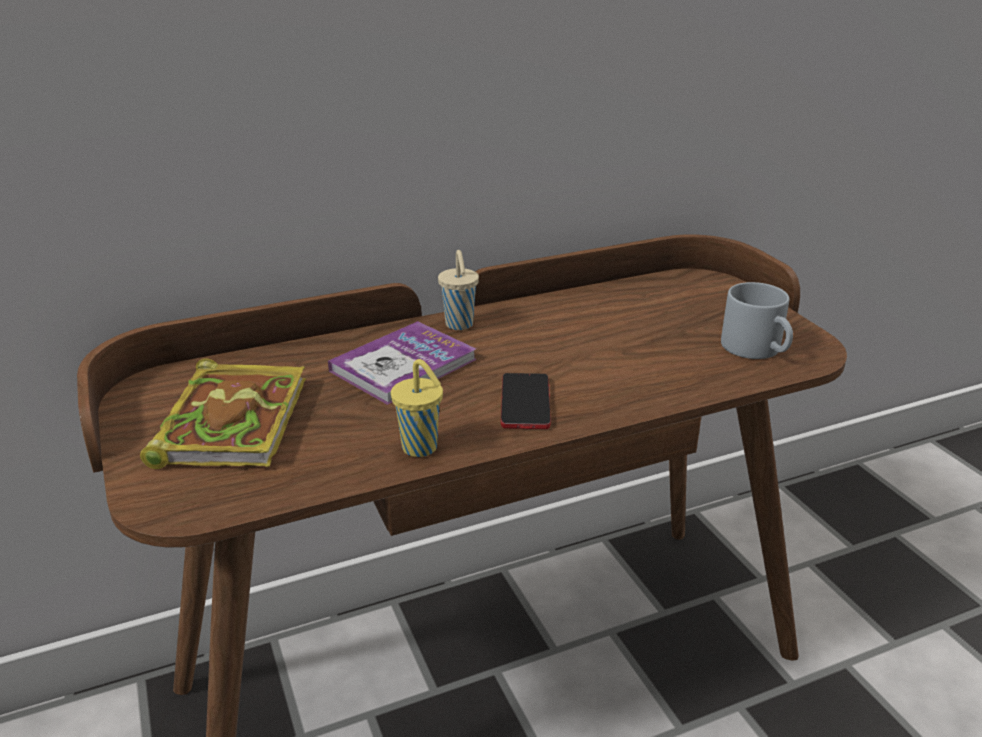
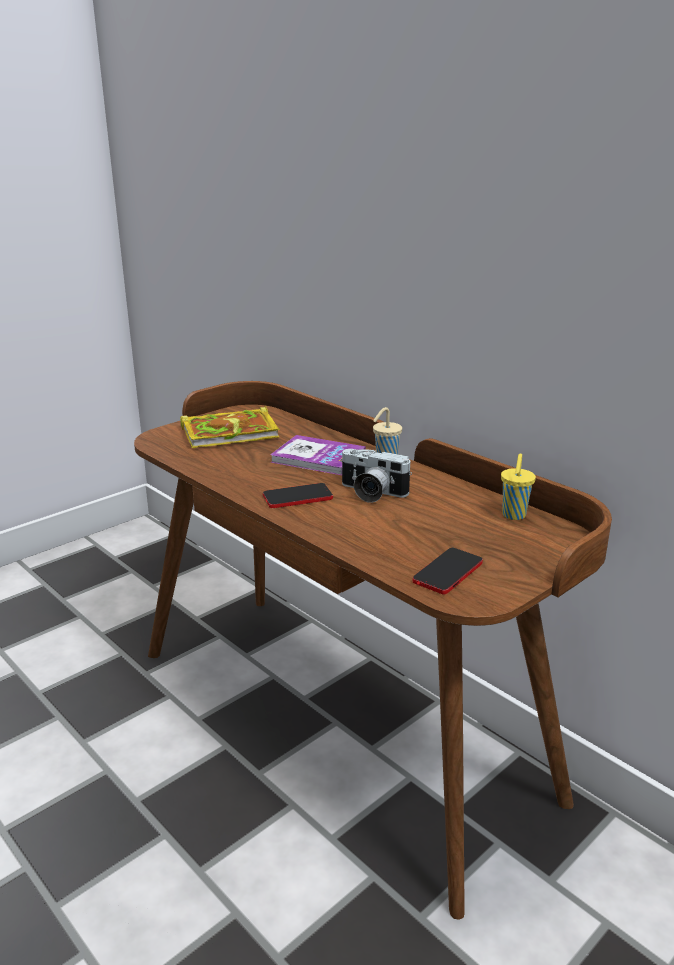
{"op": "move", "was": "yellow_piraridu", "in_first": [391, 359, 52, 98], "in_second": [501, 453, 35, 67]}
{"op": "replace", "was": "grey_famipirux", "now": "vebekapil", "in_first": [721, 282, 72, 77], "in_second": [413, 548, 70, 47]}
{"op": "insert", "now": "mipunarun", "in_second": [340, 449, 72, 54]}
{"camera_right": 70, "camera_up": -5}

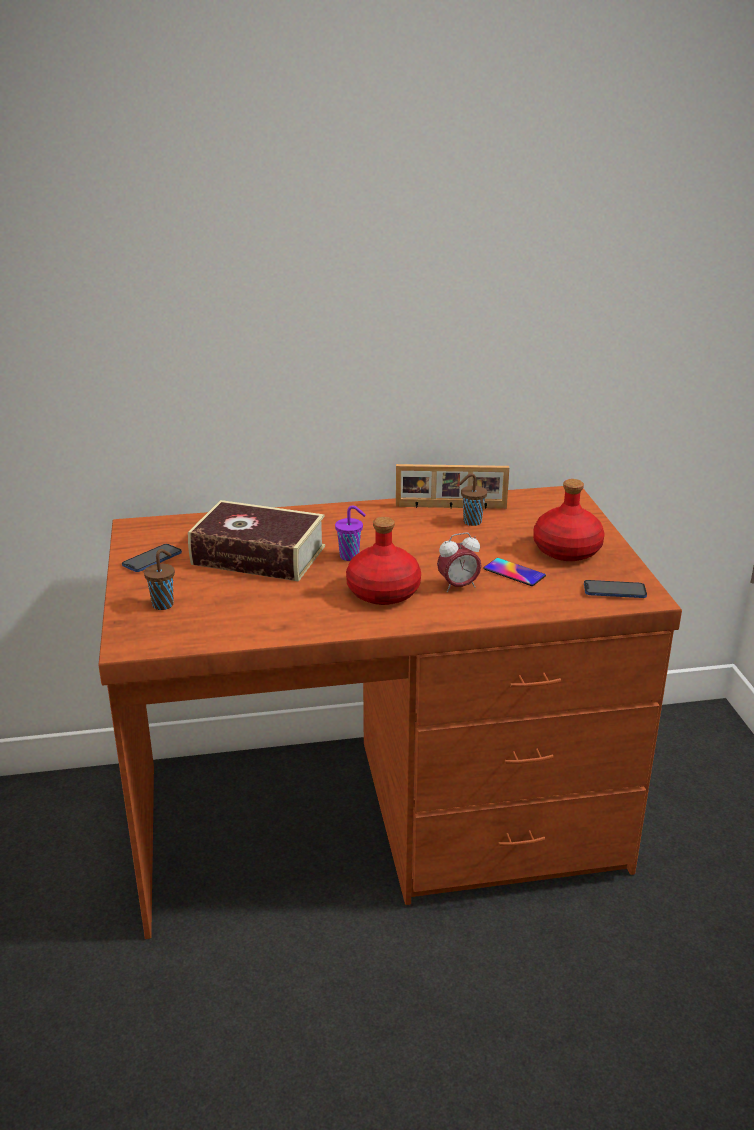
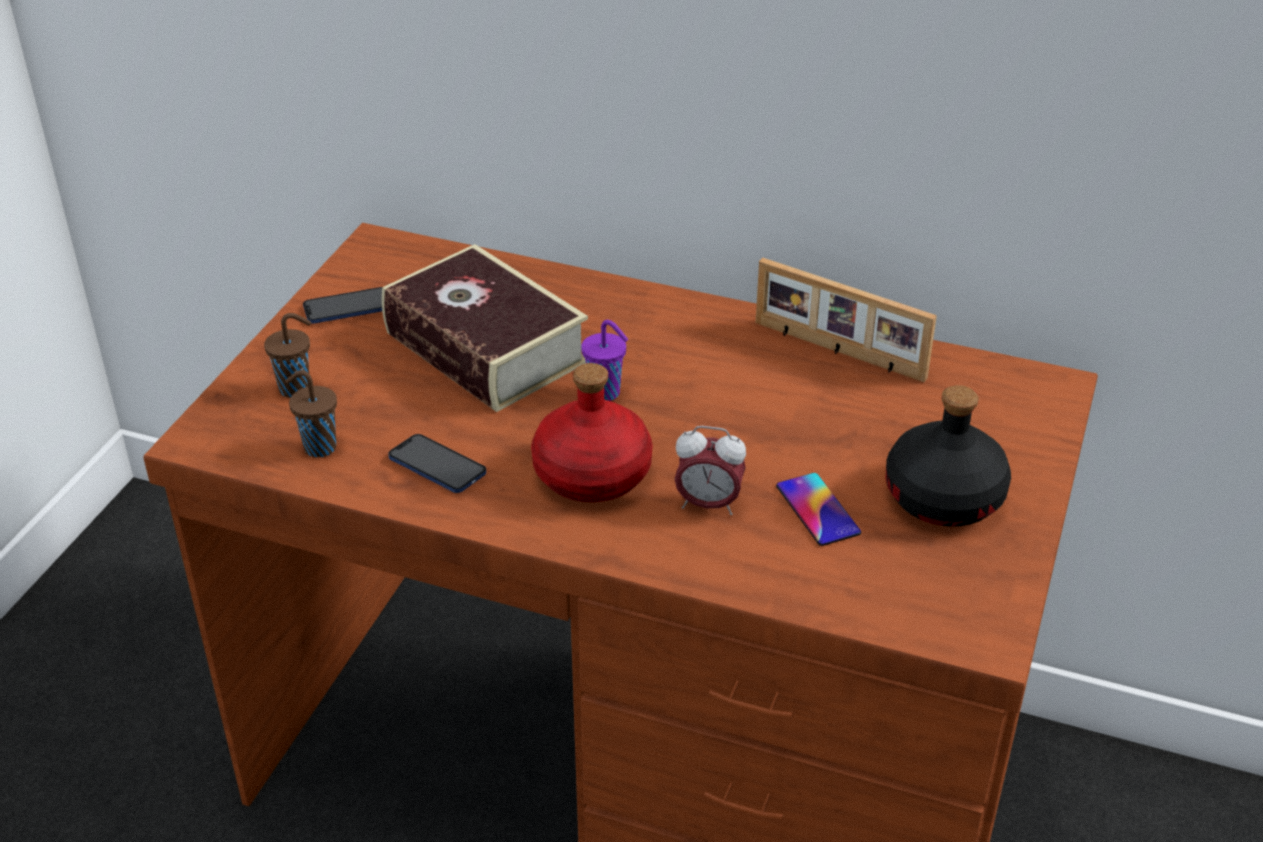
{"op": "move", "was": "brown_piraridu", "in_first": [459, 473, 28, 53], "in_second": [286, 370, 51, 87]}
{"op": "recolor", "was": "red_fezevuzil", "now": "black_fezevuzil", "in_first": [533, 479, 71, 82], "in_second": [886, 385, 125, 141]}
{"op": "move", "was": "vebekapil", "in_first": [584, 580, 63, 18], "in_second": [388, 434, 98, 59]}
{"camera_right": 30, "camera_up": 10}

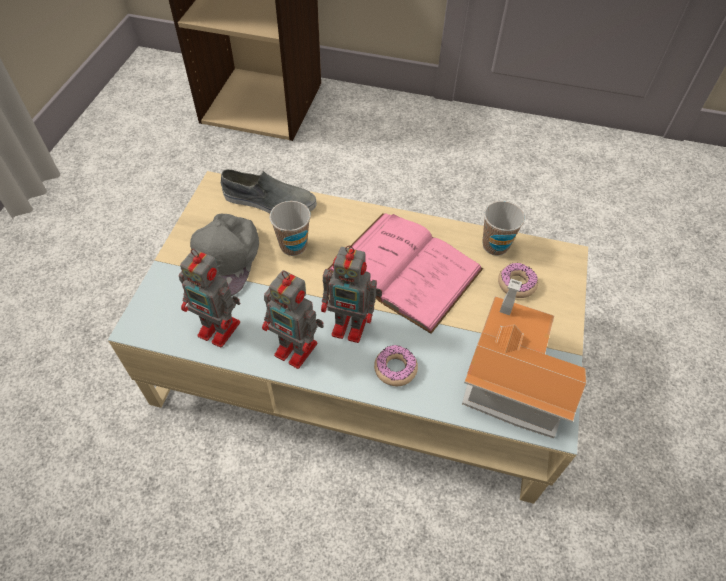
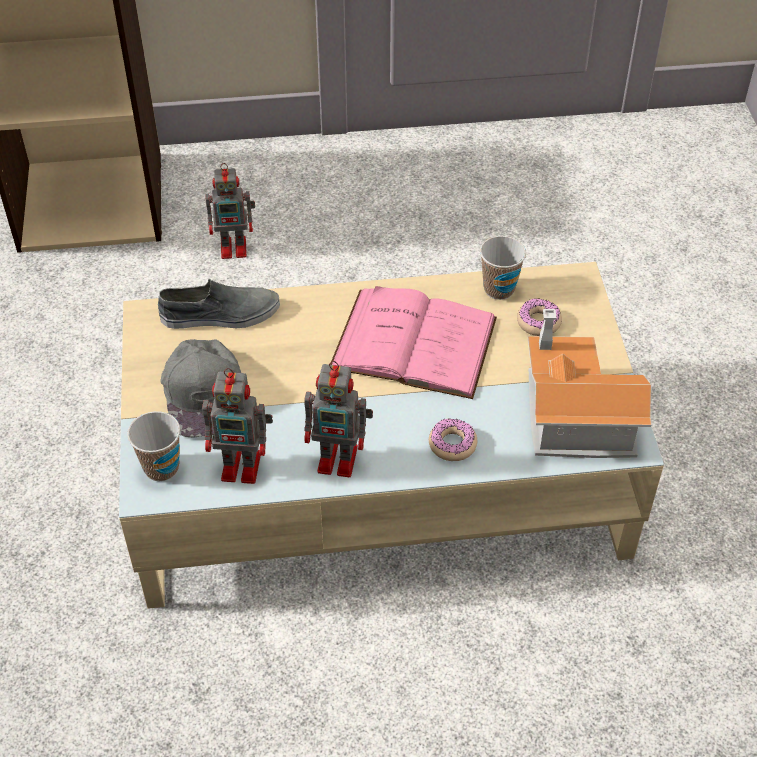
{"op": "move", "was": "piraridu", "in_first": [270, 201, 41, 55], "in_second": [127, 411, 53, 70]}
{"op": "move", "was": "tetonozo", "in_first": [321, 245, 61, 98], "in_second": [205, 163, 50, 96]}
{"camera_right": -20, "camera_up": -5}

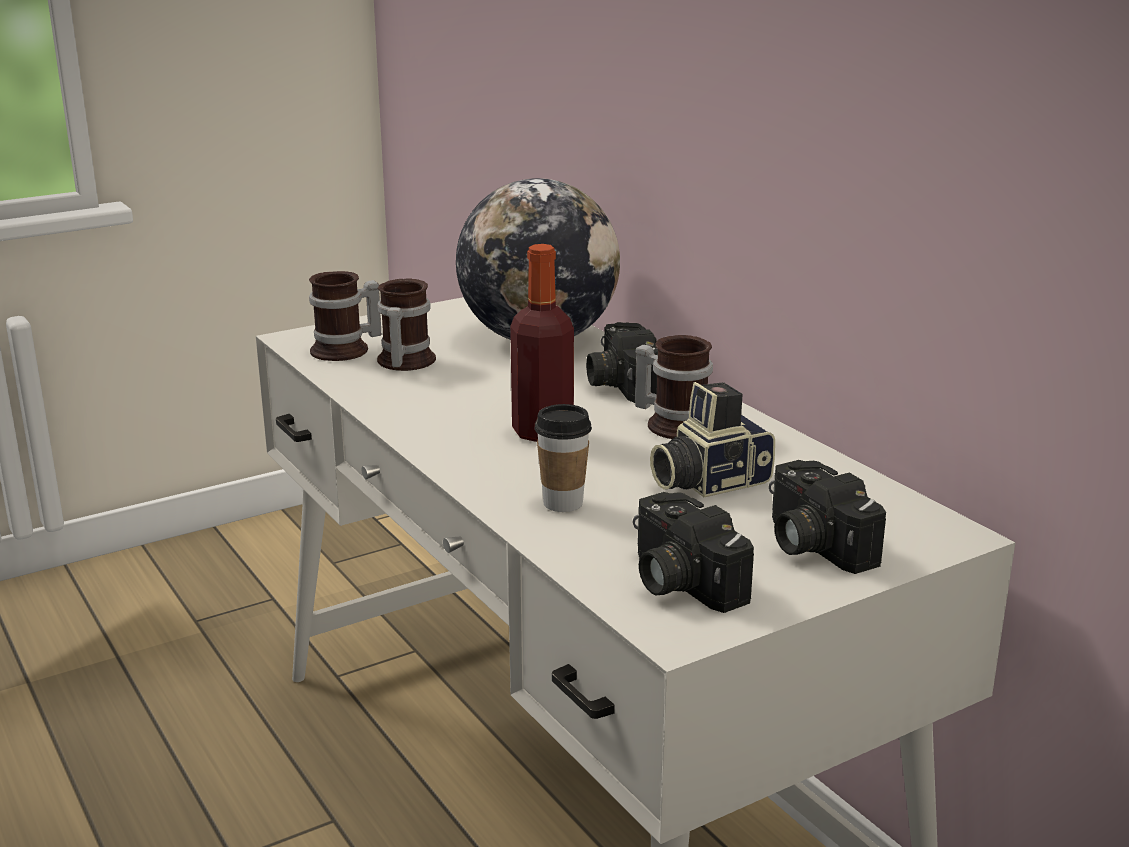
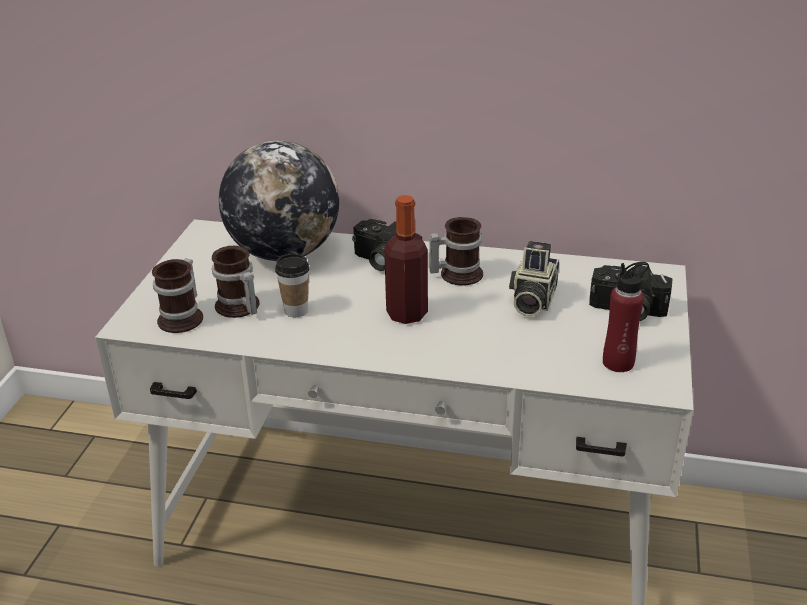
{"op": "move", "was": "piraridu", "in_first": [534, 404, 58, 108], "in_second": [275, 253, 35, 64]}
{"op": "replace", "was": "mipunarun", "now": "red_fezevuzil", "in_first": [633, 492, 121, 121], "in_second": [603, 262, 46, 110]}
{"camera_right": -45, "camera_up": 10}

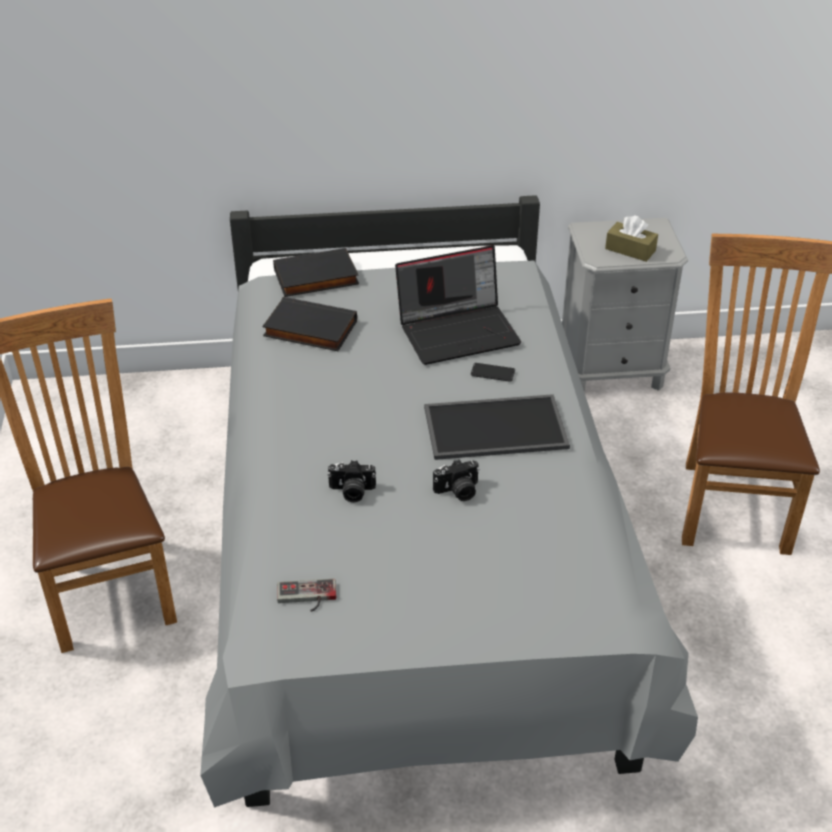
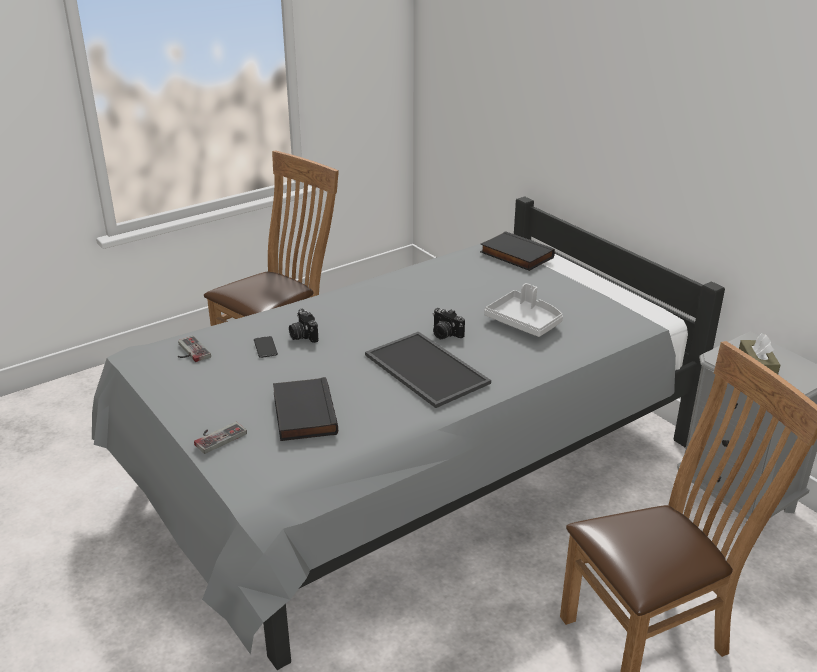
{"op": "move", "was": "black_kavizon", "in_first": [262, 297, 95, 54], "in_second": [273, 377, 65, 64]}
{"op": "replace", "was": "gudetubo", "now": "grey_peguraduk", "in_first": [395, 245, 126, 120], "in_second": [484, 283, 79, 54]}
{"op": "move", "was": "mipunarun", "in_first": [433, 459, 47, 42], "in_second": [433, 308, 32, 31]}
{"op": "move", "was": "vebekapil", "in_first": [471, 363, 44, 19], "in_second": [254, 336, 24, 22]}
{"op": "insert", "now": "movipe", "in_second": [194, 422, 53, 32]}
{"camera_right": 60, "camera_up": -10}

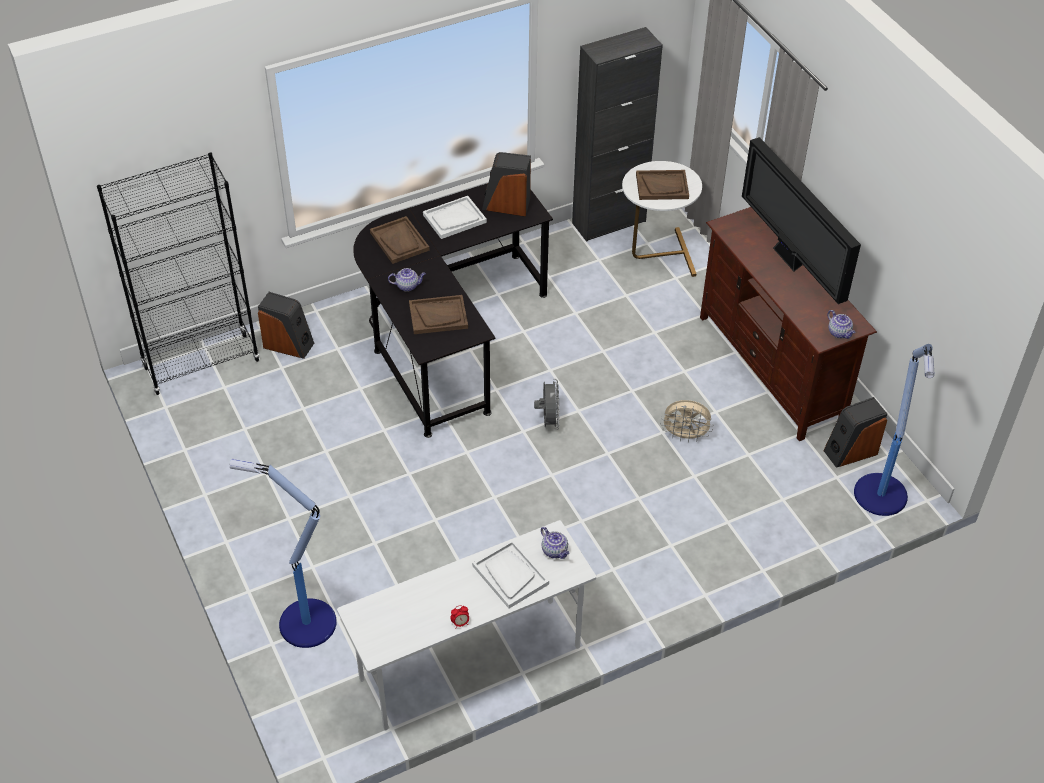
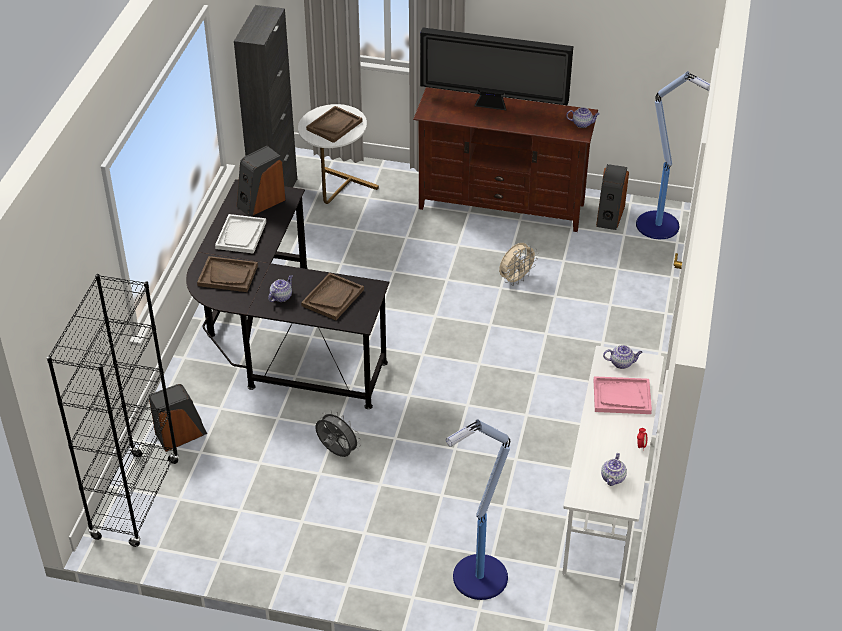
{"op": "recolor", "was": "white_peguraduk", "now": "pink_peguraduk", "in_first": [472, 540, 77, 68], "in_second": [594, 376, 58, 38]}
{"op": "move", "was": "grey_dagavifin", "in_first": [534, 379, 26, 51], "in_second": [315, 410, 46, 47]}
{"op": "insert", "now": "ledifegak", "in_second": [601, 453, 26, 33]}
{"camera_right": -50, "camera_up": -5}

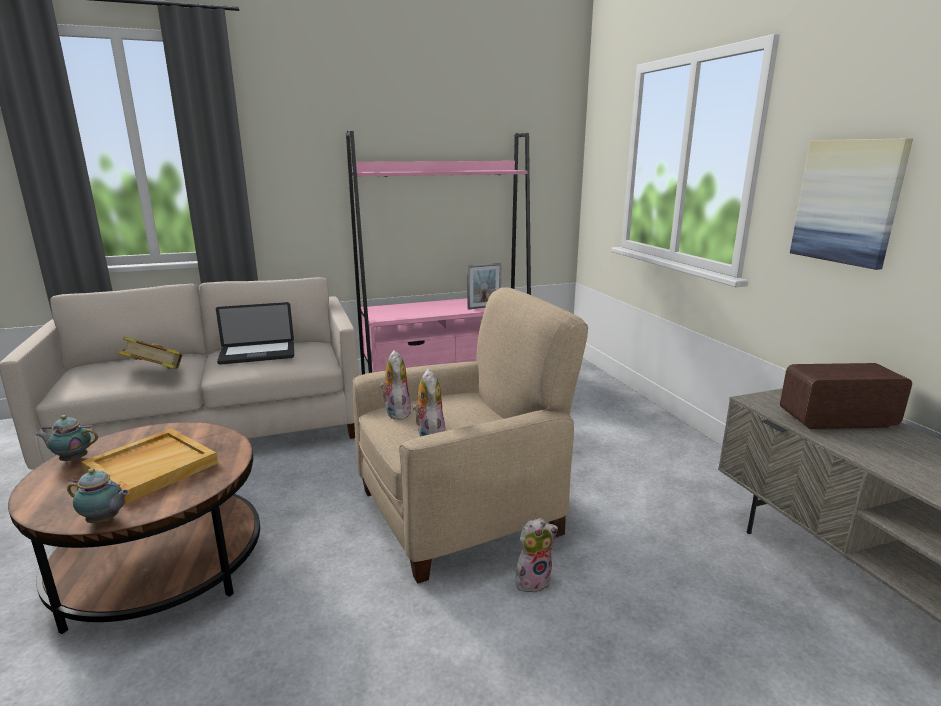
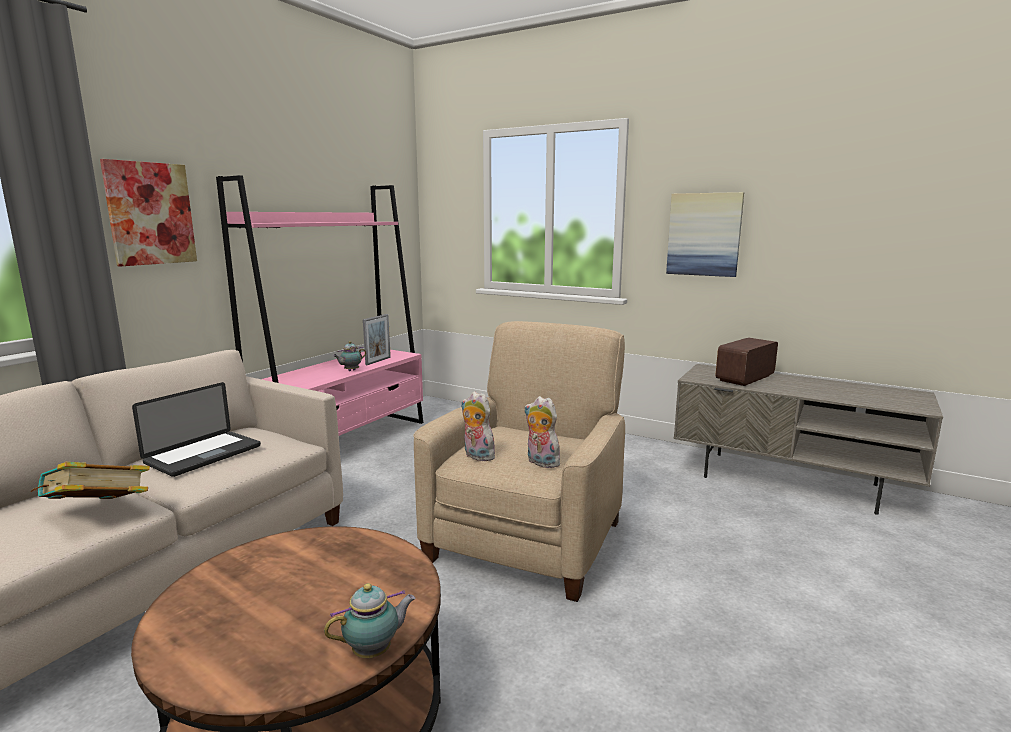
{"op": "move", "was": "ledifegak", "in_first": [36, 415, 62, 46], "in_second": [333, 341, 33, 30]}
{"op": "delete", "was": "beige_peguraduk", "in_first": [81, 429, 137, 75]}
{"op": "delete", "was": "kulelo", "in_first": [516, 518, 42, 74]}
{"op": "insert", "now": "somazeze", "in_second": [100, 159, 97, 108]}
{"camera_right": -40, "camera_up": -5}

